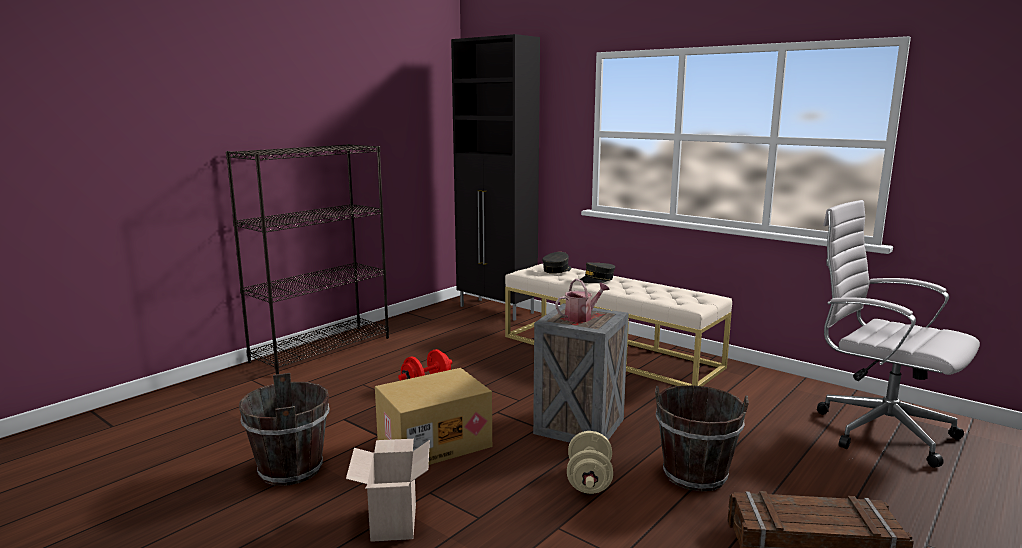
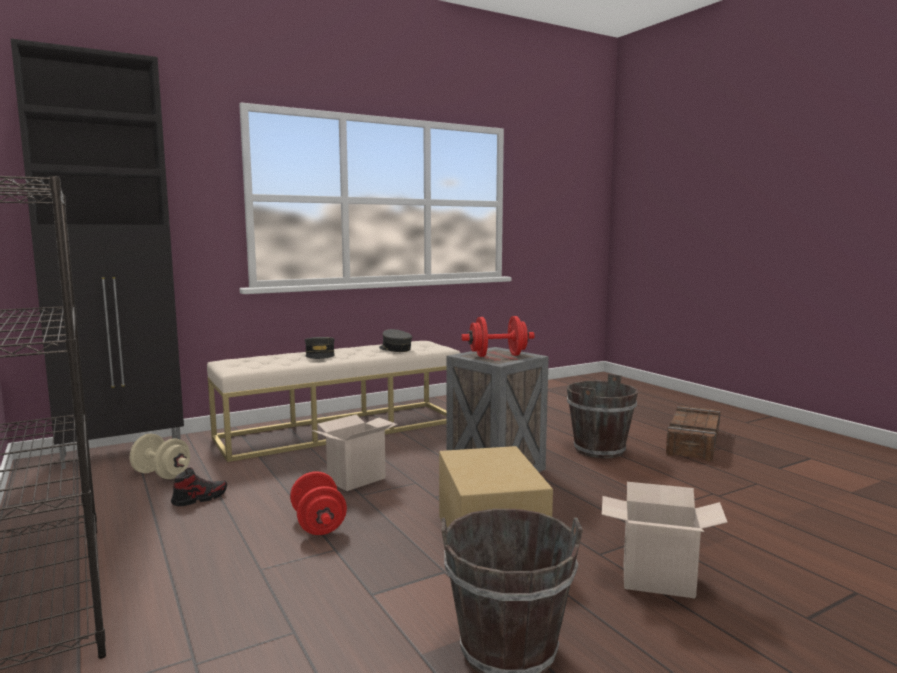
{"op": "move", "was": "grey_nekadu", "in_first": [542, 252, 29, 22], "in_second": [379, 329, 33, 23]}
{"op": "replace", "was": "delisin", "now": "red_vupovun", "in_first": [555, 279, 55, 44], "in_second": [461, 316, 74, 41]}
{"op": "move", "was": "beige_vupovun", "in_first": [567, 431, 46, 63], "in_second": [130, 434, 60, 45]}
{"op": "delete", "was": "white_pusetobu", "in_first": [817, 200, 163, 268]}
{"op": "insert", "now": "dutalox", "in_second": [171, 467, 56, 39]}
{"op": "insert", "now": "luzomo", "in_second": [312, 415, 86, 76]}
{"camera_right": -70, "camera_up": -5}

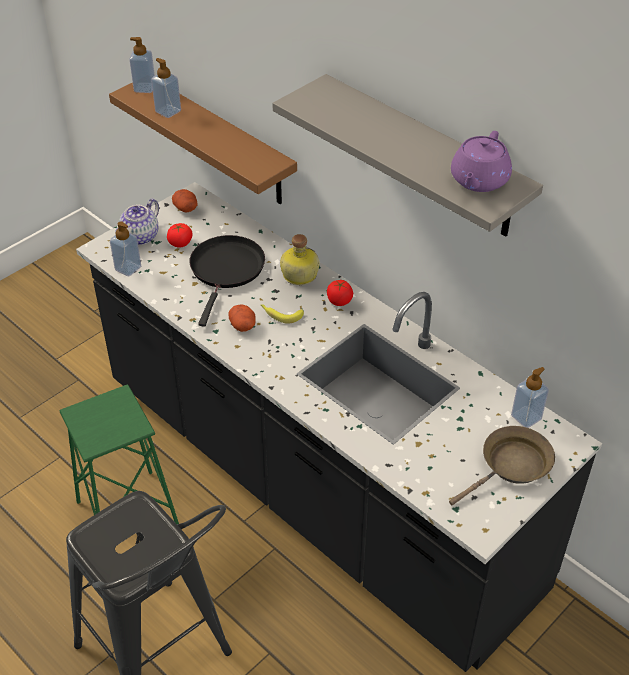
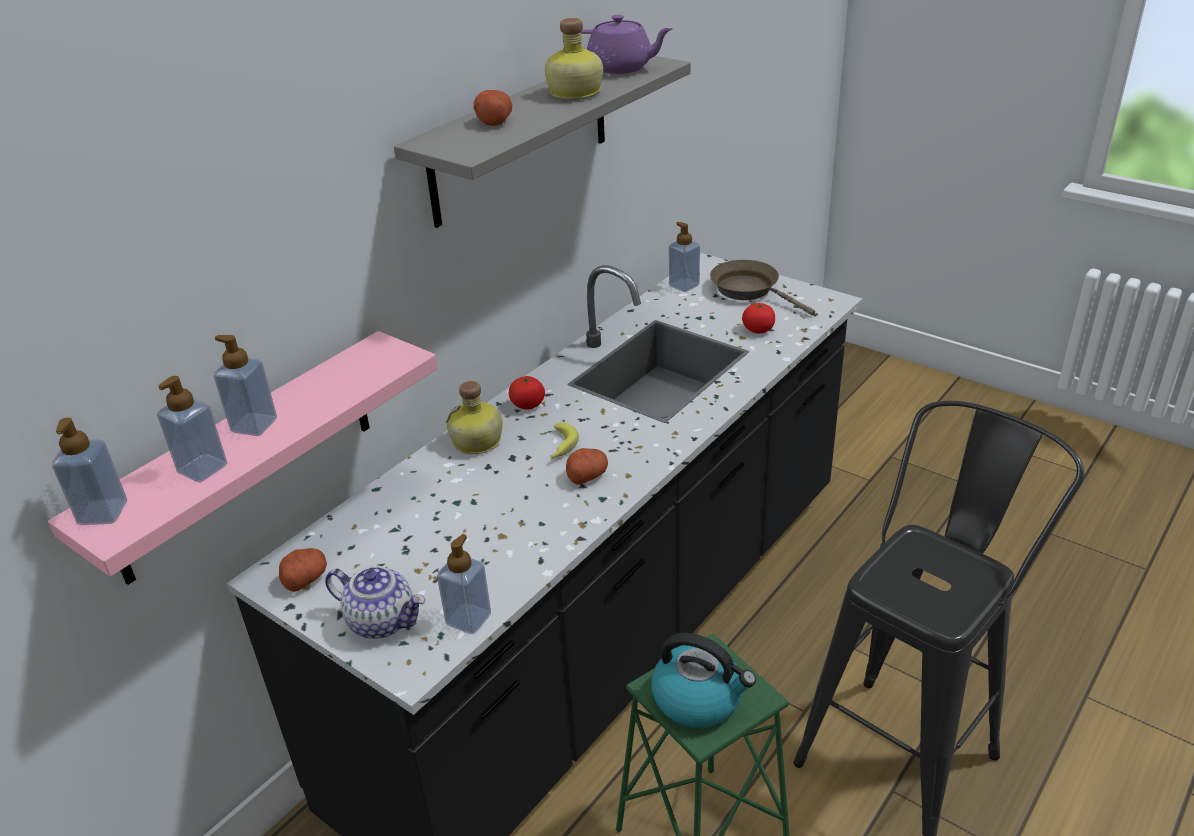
{"op": "recolor", "was": "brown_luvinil", "now": "pink_luvinil", "in_first": [109, 82, 188, 122], "in_second": [48, 331, 390, 254]}
{"op": "move", "was": "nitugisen", "in_first": [167, 223, 25, 24], "in_second": [742, 303, 33, 30]}
{"op": "delete", "was": "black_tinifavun", "in_first": [189, 235, 76, 92]}
{"op": "insert", "now": "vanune", "in_second": [214, 335, 63, 101]}
{"op": "insert", "now": "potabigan", "in_second": [474, 90, 38, 36]}
{"op": "insert", "now": "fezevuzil", "in_second": [545, 18, 58, 82]}
{"op": "insert", "now": "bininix", "in_second": [651, 633, 105, 95]}
{"camera_right": -95, "camera_up": -10}

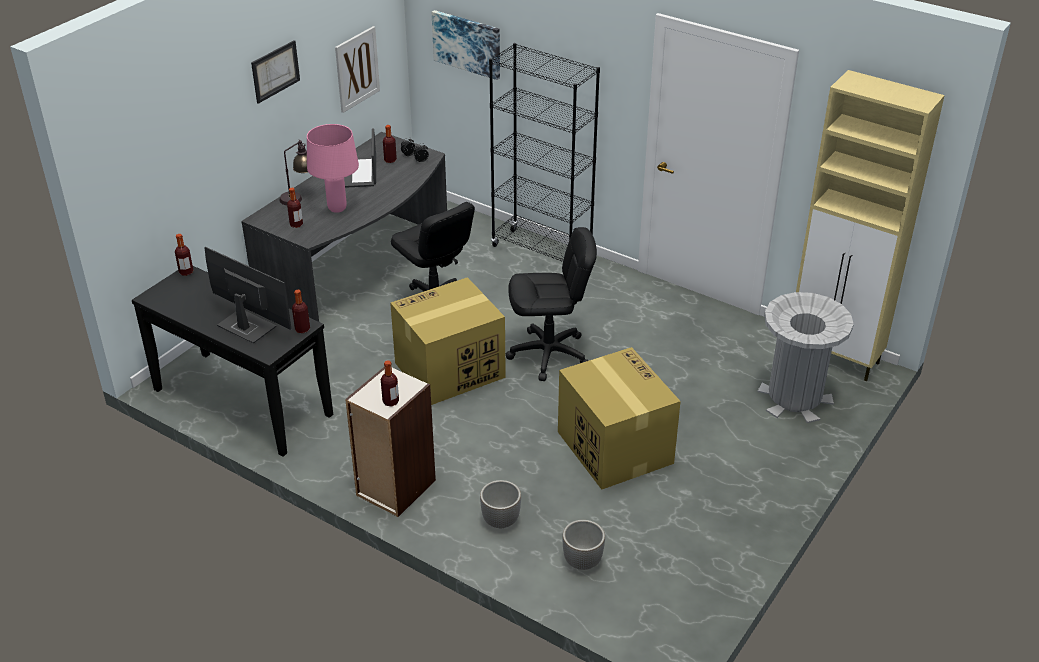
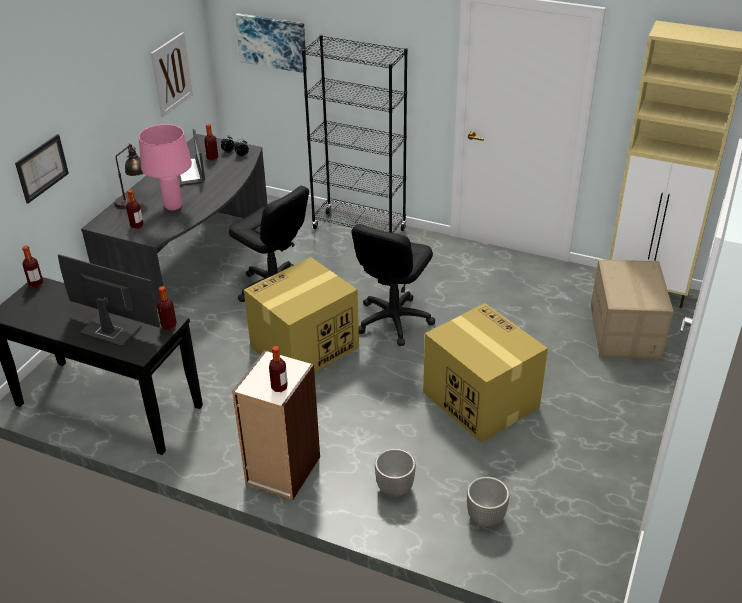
{"op": "move", "was": "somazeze", "in_first": [251, 40, 49, 64], "in_second": [15, 134, 54, 70]}
{"op": "rotate", "was": "black_pusetobu", "in_first": [506, 227, 91, 154], "in_second": [351, 224, 84, 122], "clockwise": 135}
{"op": "replace", "was": "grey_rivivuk", "now": "luzomo", "in_first": [758, 292, 96, 131], "in_second": [591, 259, 83, 100]}
{"camera_right": -10, "camera_up": 0}

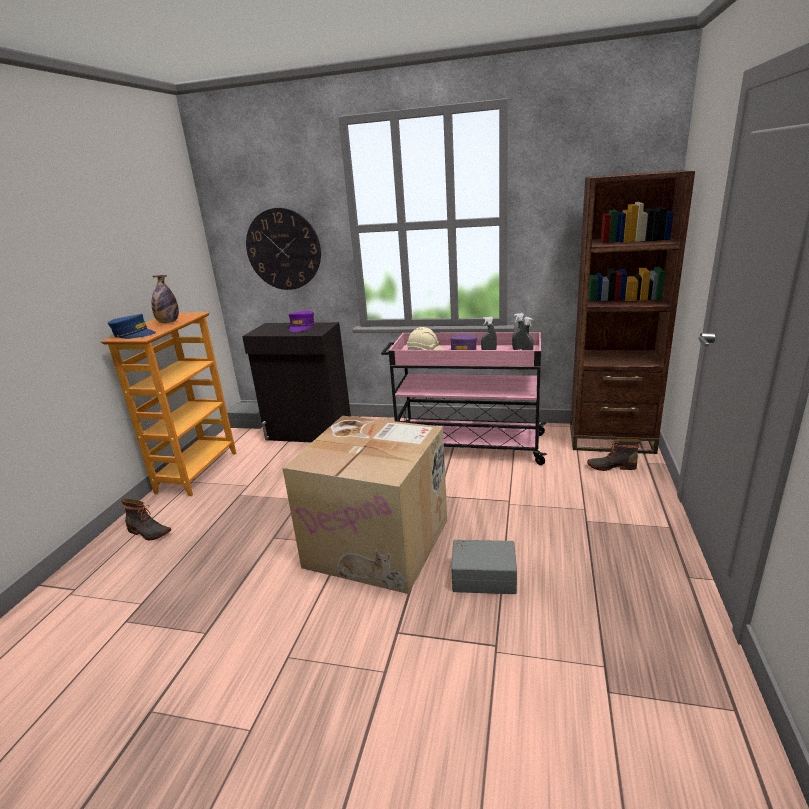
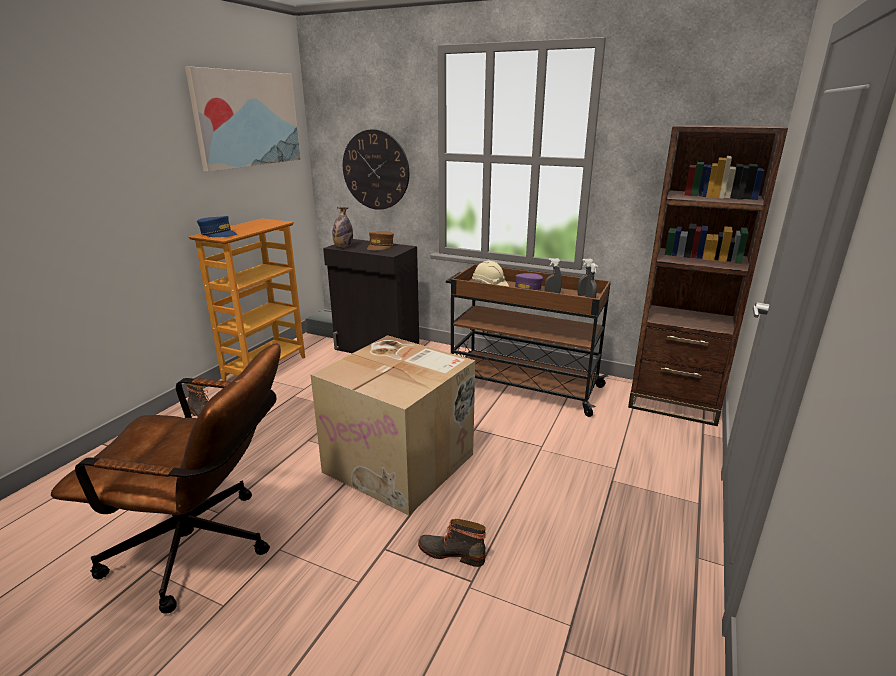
{"op": "move", "was": "fezevuzil", "in_first": [152, 275, 27, 48], "in_second": [332, 207, 21, 40]}
{"op": "recolor", "was": "purple_nekadu", "now": "brown_nekadu", "in_first": [289, 311, 26, 21], "in_second": [367, 231, 27, 19]}
{"op": "recolor", "was": "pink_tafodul", "now": "brown_tafodul", "in_first": [381, 332, 166, 133], "in_second": [446, 264, 165, 153]}
{"op": "delete", "was": "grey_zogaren", "in_first": [451, 540, 66, 54]}
{"op": "move", "was": "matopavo", "in_first": [587, 439, 53, 32], "in_second": [418, 519, 68, 48]}
{"op": "insert", "now": "brown_pusetobu", "in_second": [51, 343, 230, 271]}
{"op": "insert", "now": "somazeze", "in_second": [185, 66, 116, 106]}
{"camera_right": 10, "camera_up": 0}

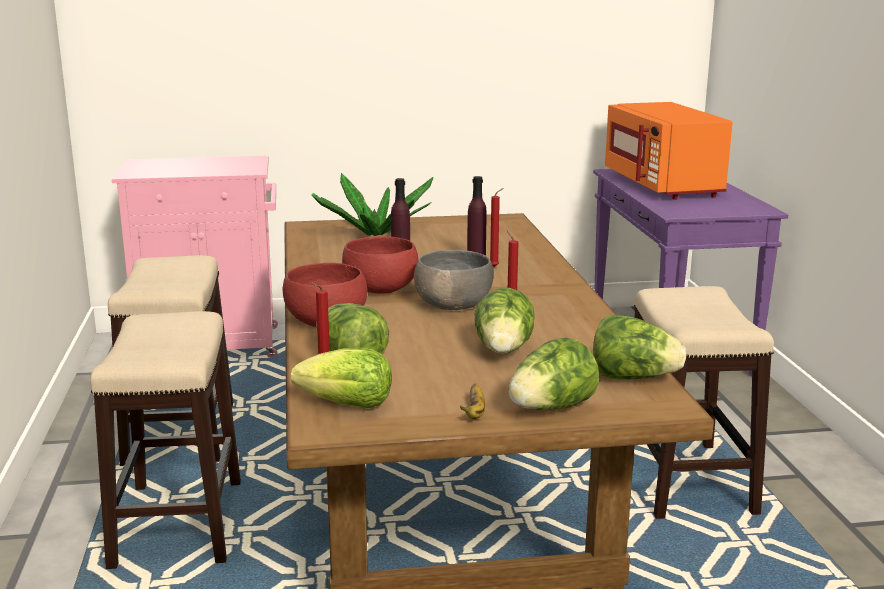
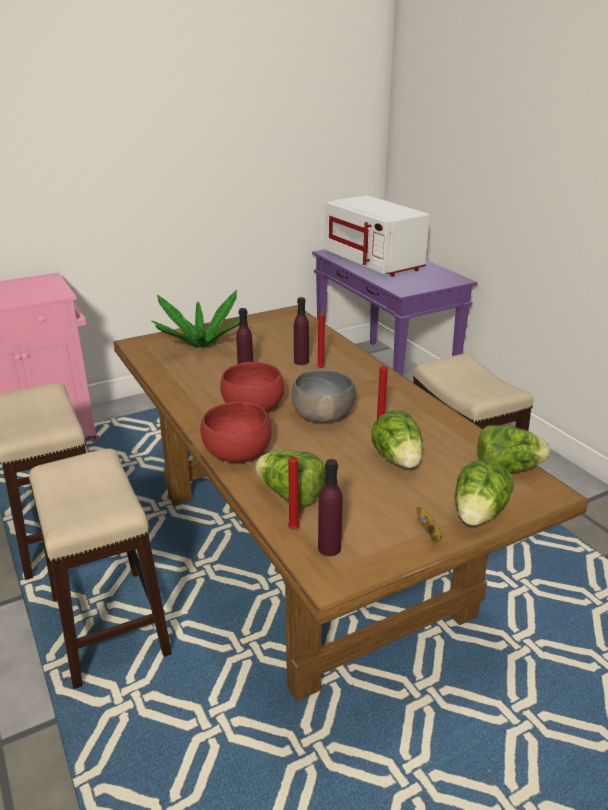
{"op": "replace", "was": "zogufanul", "now": "purple_fezevuzil", "in_first": [291, 348, 101, 60], "in_second": [318, 459, 24, 97]}
{"op": "recolor", "was": "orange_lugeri", "now": "white_lugeri", "in_first": [605, 102, 128, 98], "in_second": [324, 195, 106, 82]}
{"camera_right": -20, "camera_up": 10}

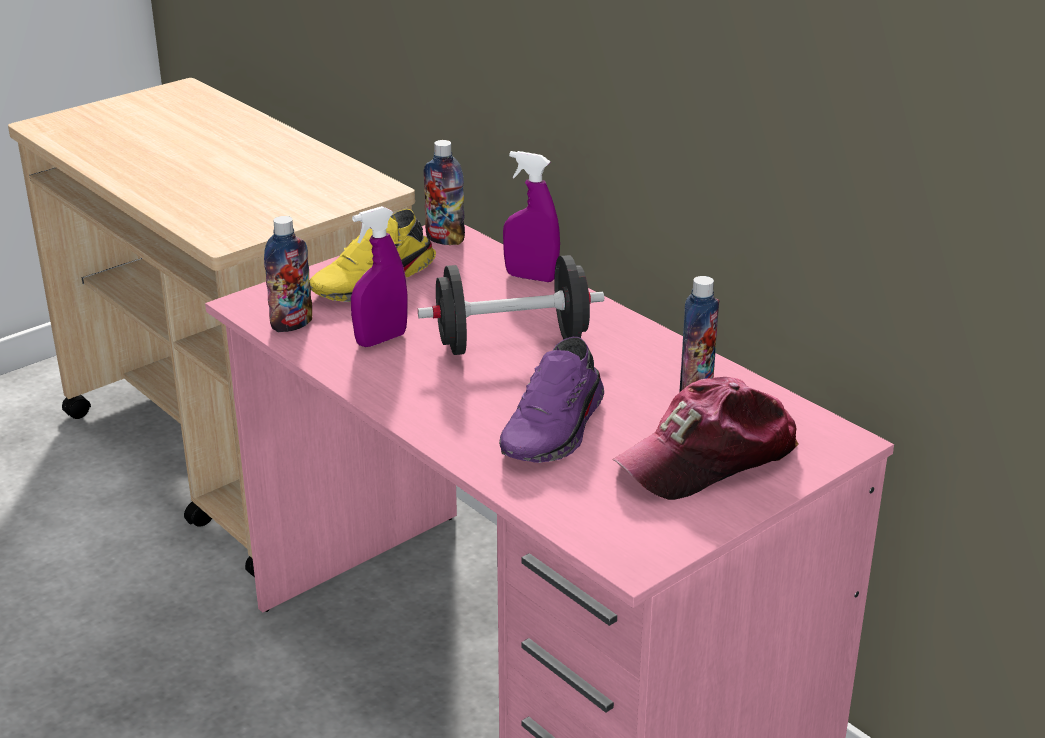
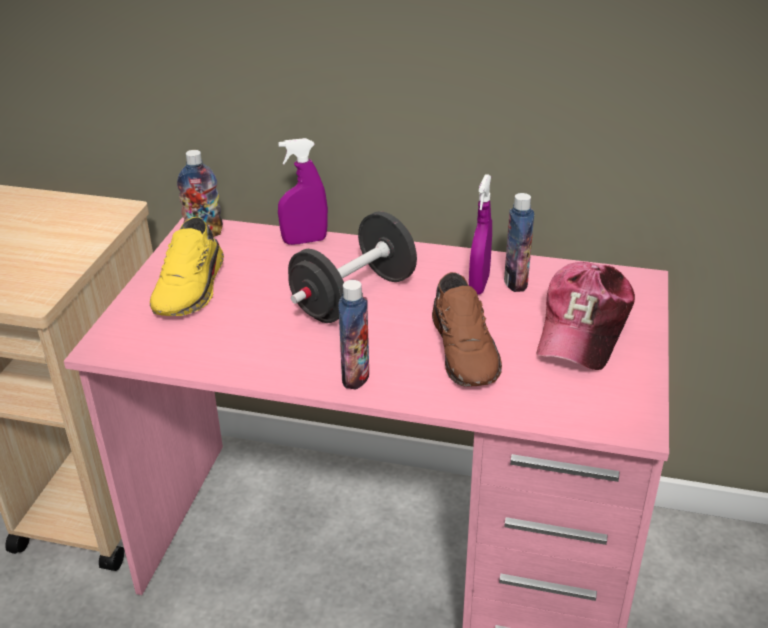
{"op": "move", "was": "fezevuzil", "in_first": [264, 216, 48, 116], "in_second": [338, 280, 31, 110]}
{"op": "move", "was": "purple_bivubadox", "in_first": [351, 206, 57, 141], "in_second": [469, 174, 23, 121]}
{"op": "recolor", "was": "purple_dutalox", "now": "brown_dutalox", "in_first": [499, 337, 105, 126], "in_second": [432, 272, 70, 115]}
{"camera_right": -35, "camera_up": 5}

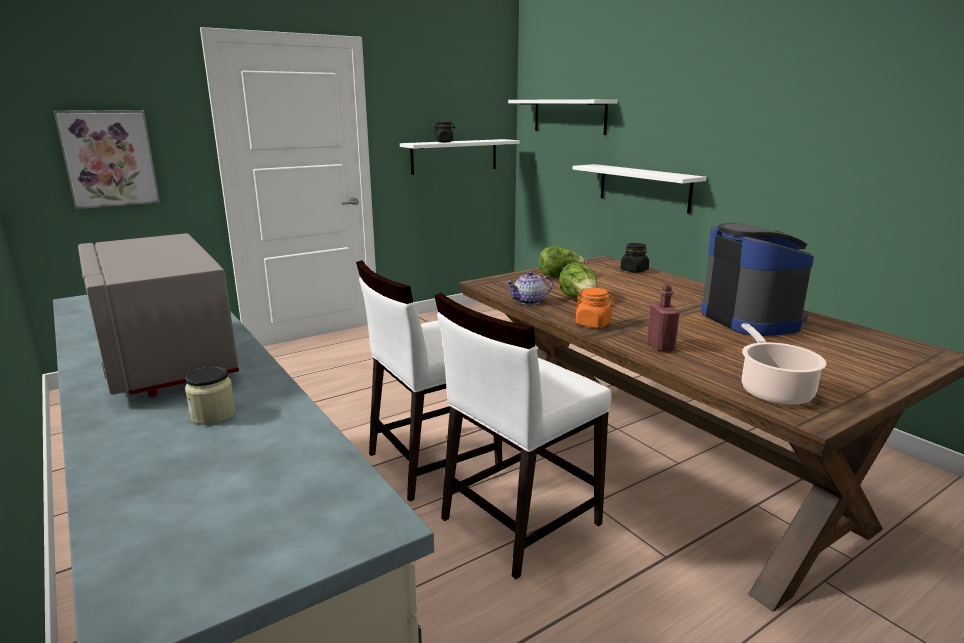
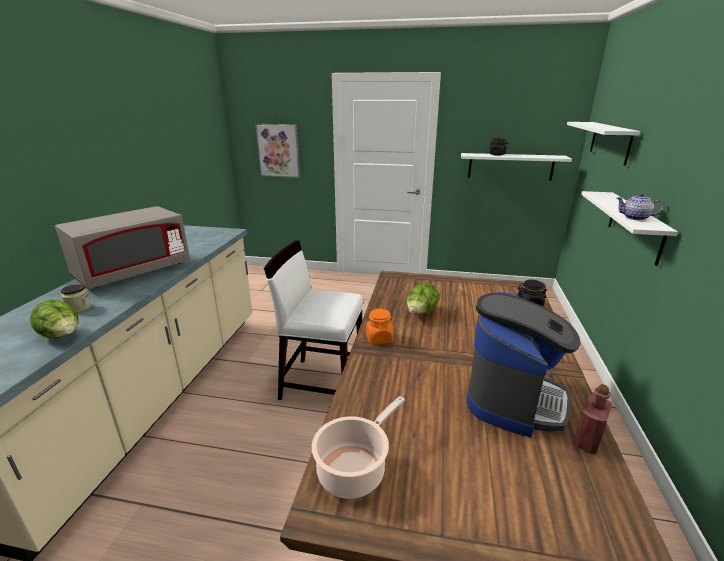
{"op": "rotate", "was": "grey_lugeri", "in_first": [78, 233, 161, 164], "in_second": [55, 206, 135, 83], "clockwise": -150}
{"op": "delete", "was": "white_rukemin", "in_first": [435, 293, 177, 286]}
{"op": "move", "was": "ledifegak", "in_first": [506, 271, 47, 34], "in_second": [617, 193, 47, 27]}
{"op": "move", "was": "zogufanul", "in_first": [539, 246, 47, 32], "in_second": [30, 299, 49, 39]}
{"op": "move", "was": "red_fezevuzil", "in_first": [647, 284, 33, 68], "in_second": [573, 384, 39, 70]}
{"camera_right": 45, "camera_up": 5}

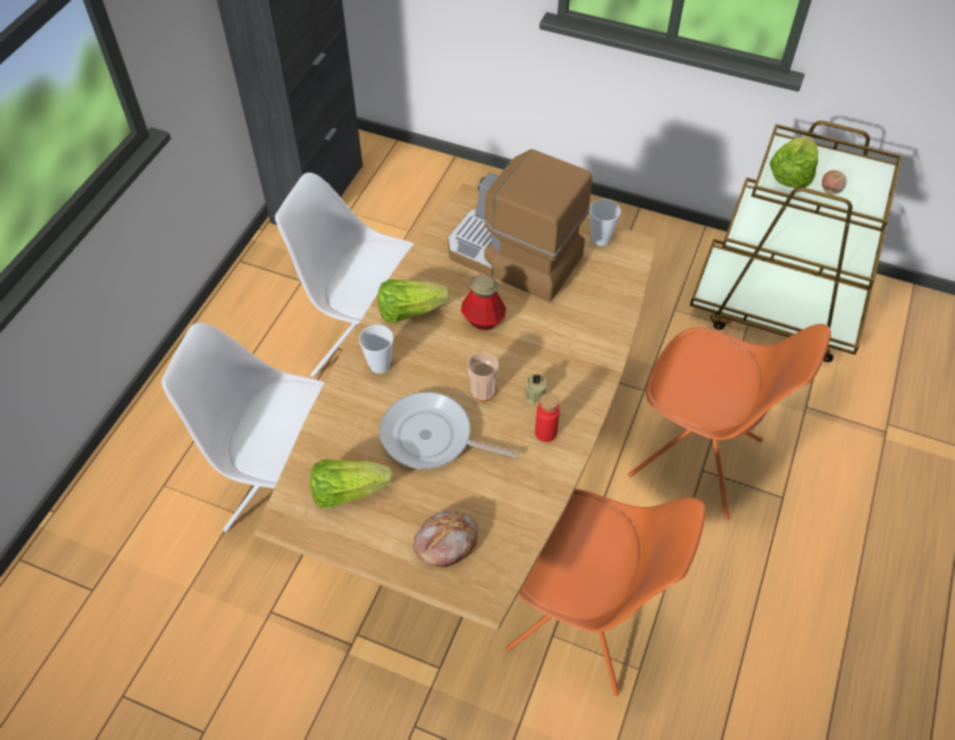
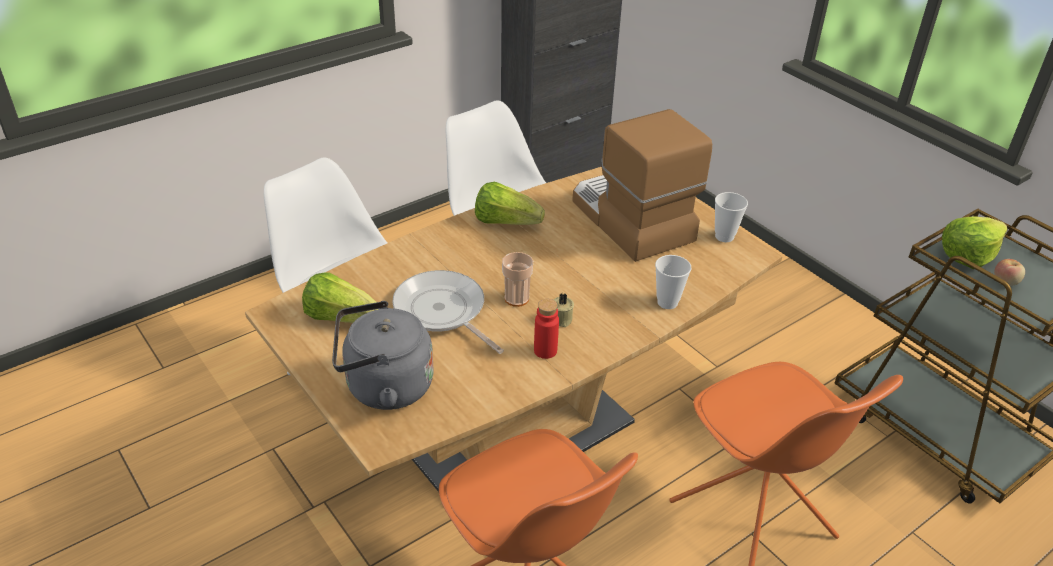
{"op": "move", "was": "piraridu", "in_first": [359, 325, 35, 49], "in_second": [655, 255, 36, 54]}
{"op": "replace", "was": "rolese", "now": "grey_bininix", "in_first": [413, 511, 65, 56], "in_second": [332, 301, 102, 109]}
{"op": "delete", "was": "fezevuzil", "in_first": [461, 275, 45, 55]}
{"camera_right": 30, "camera_up": -15}

